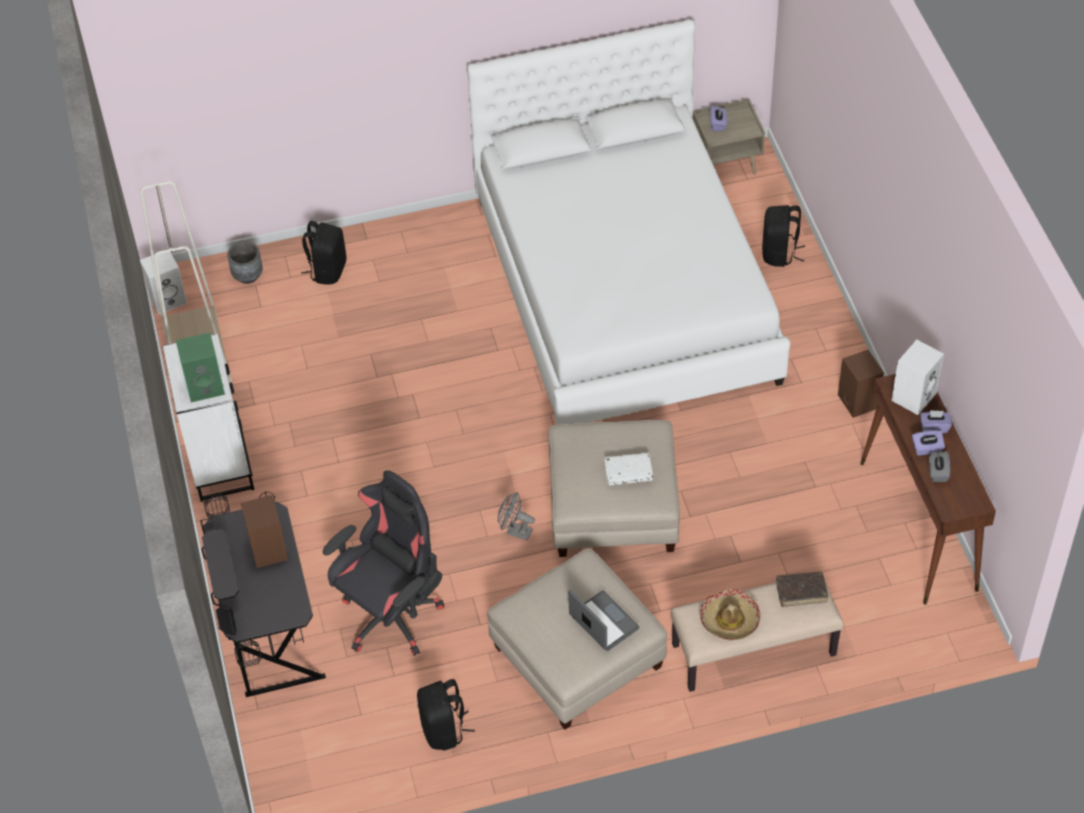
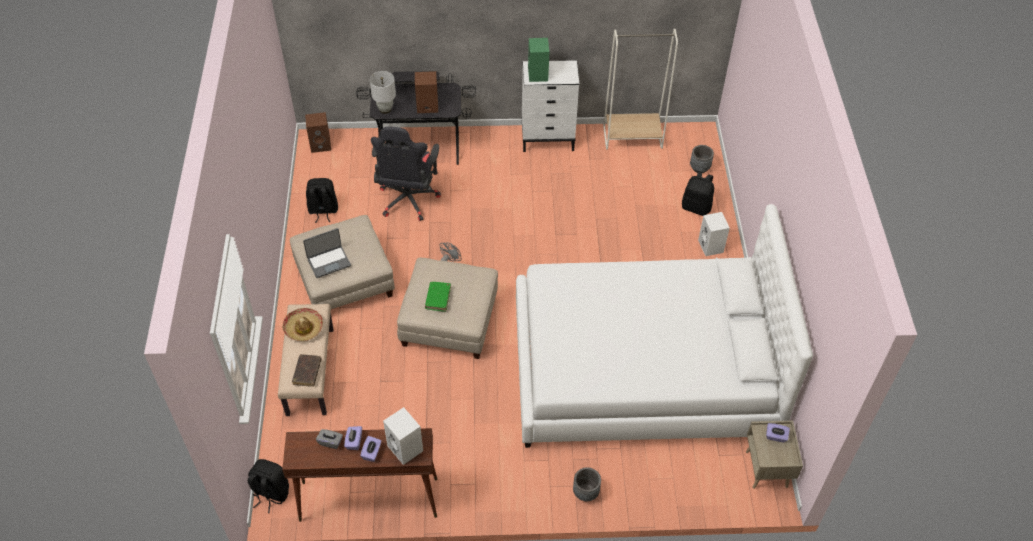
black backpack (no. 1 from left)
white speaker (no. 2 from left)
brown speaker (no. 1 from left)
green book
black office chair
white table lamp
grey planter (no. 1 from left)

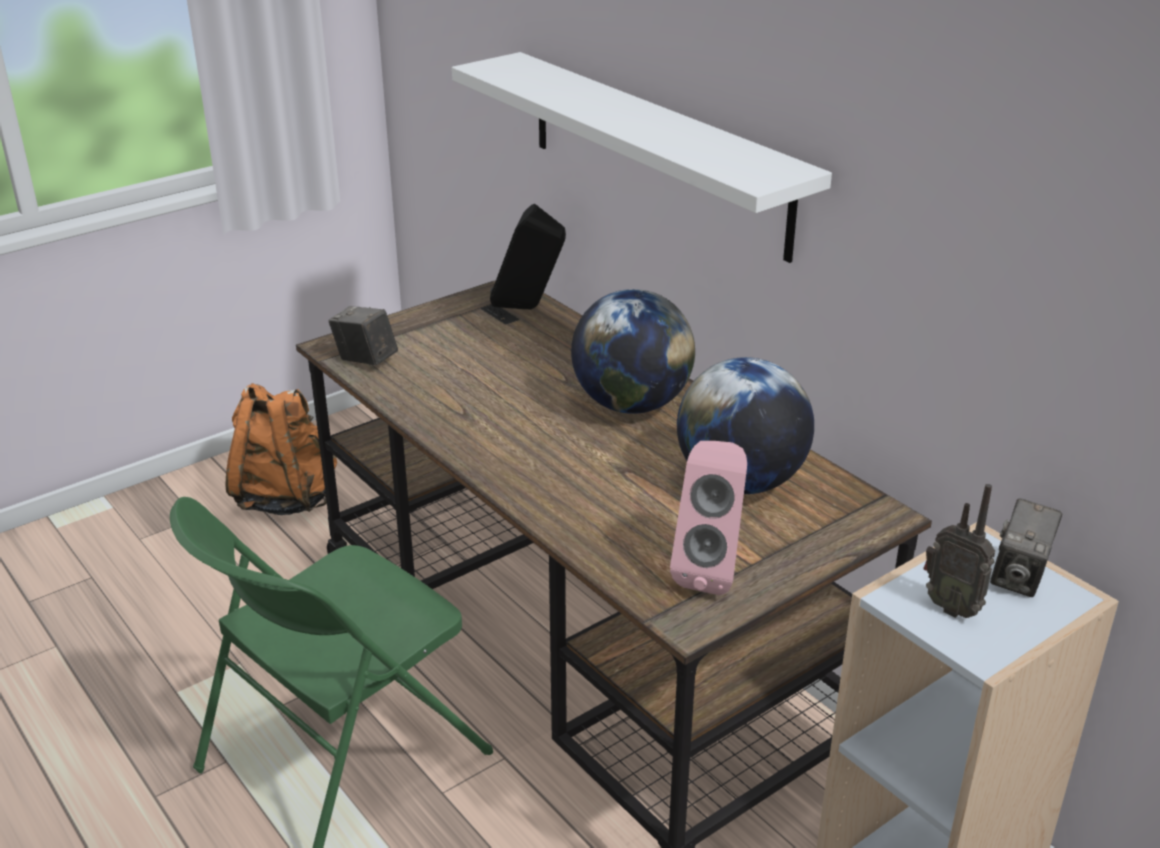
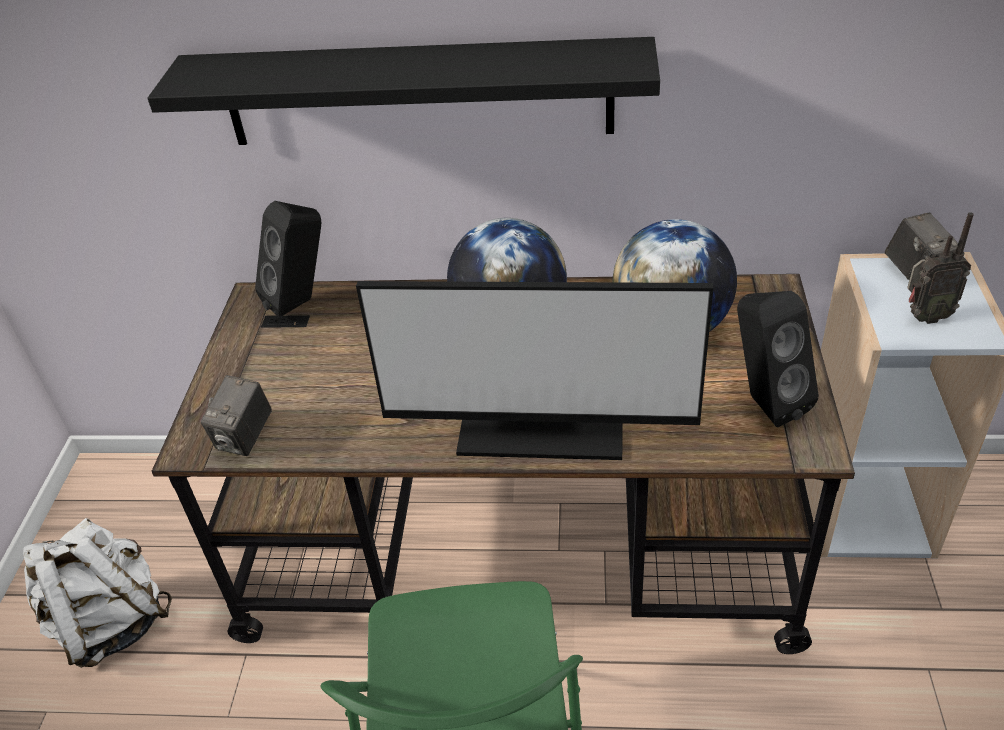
black shelf
photo camera (no. 1 from left)
white backpack
black speaker (no. 2 from left)
monitor

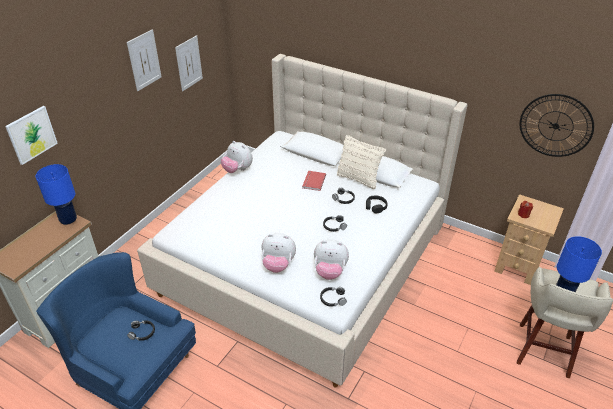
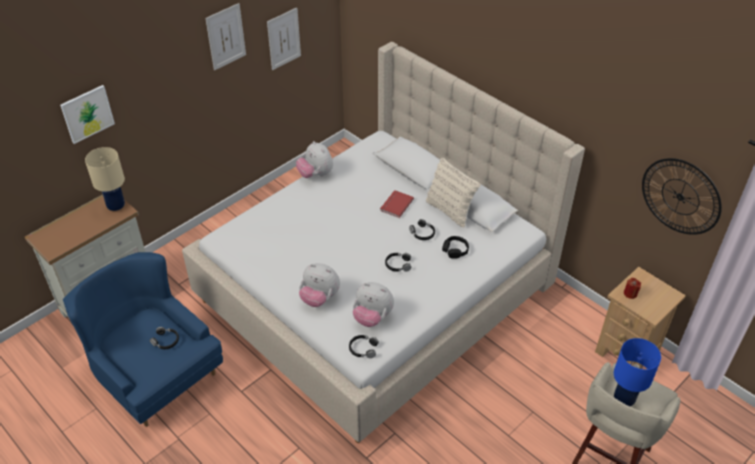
beige table lamp

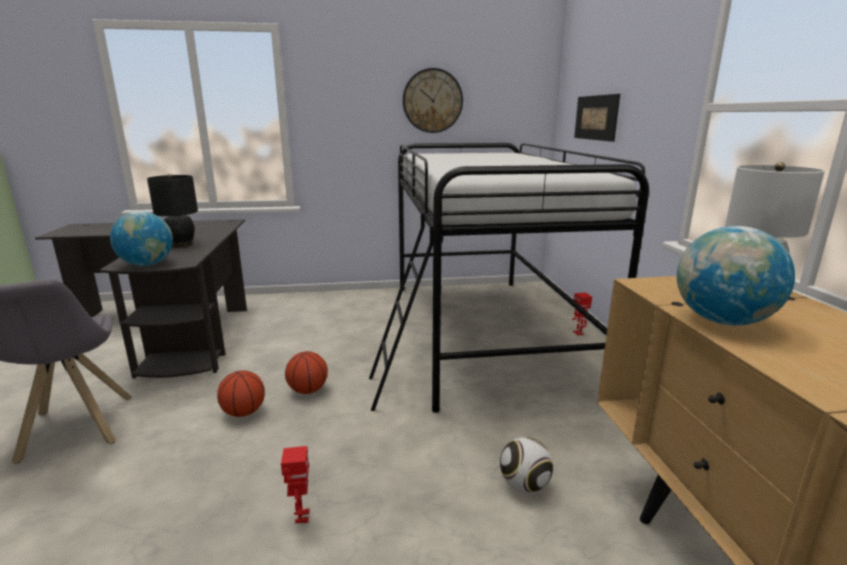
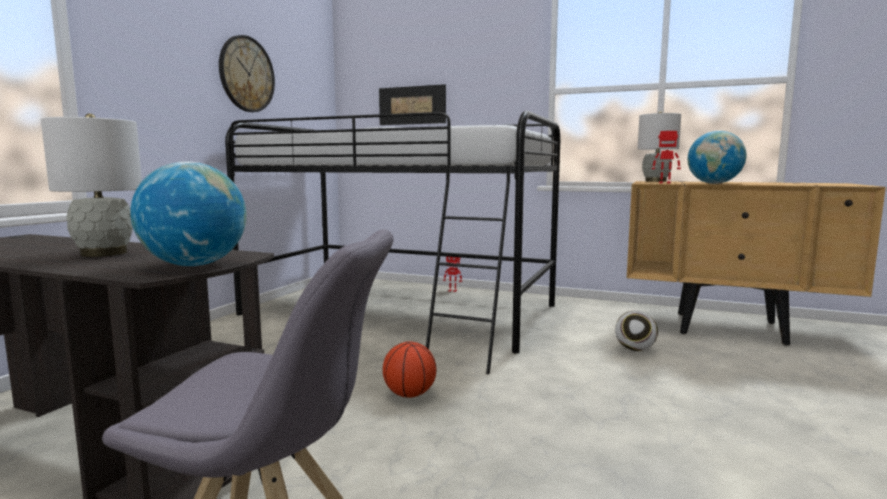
white table lamp (no. 1 from left)
basketball (no. 1 from left in the first image)
toy robot (no. 2 from left)

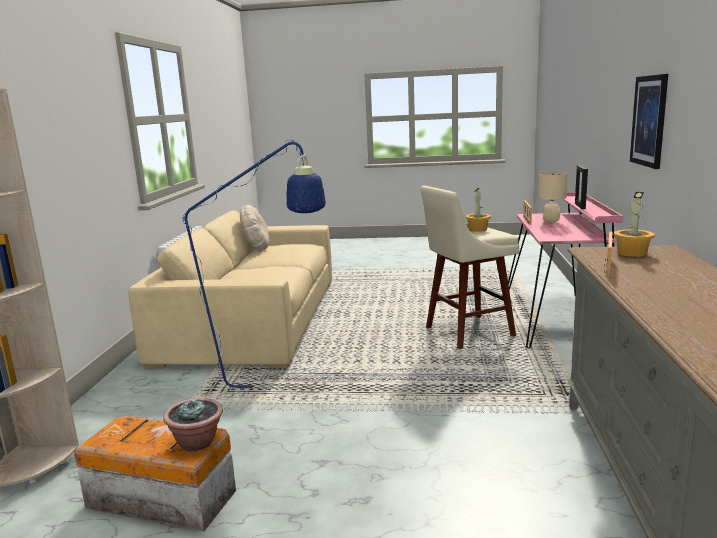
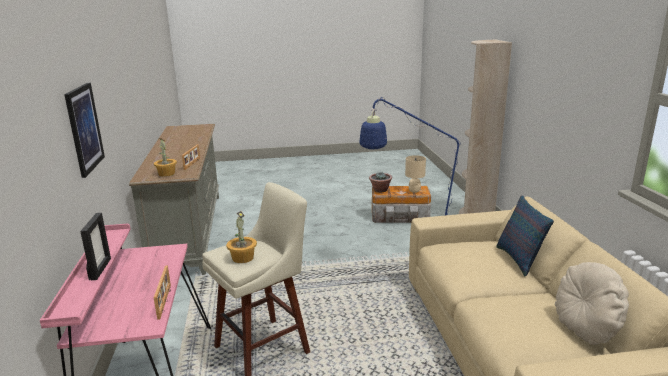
beige table lamp
blue pillow

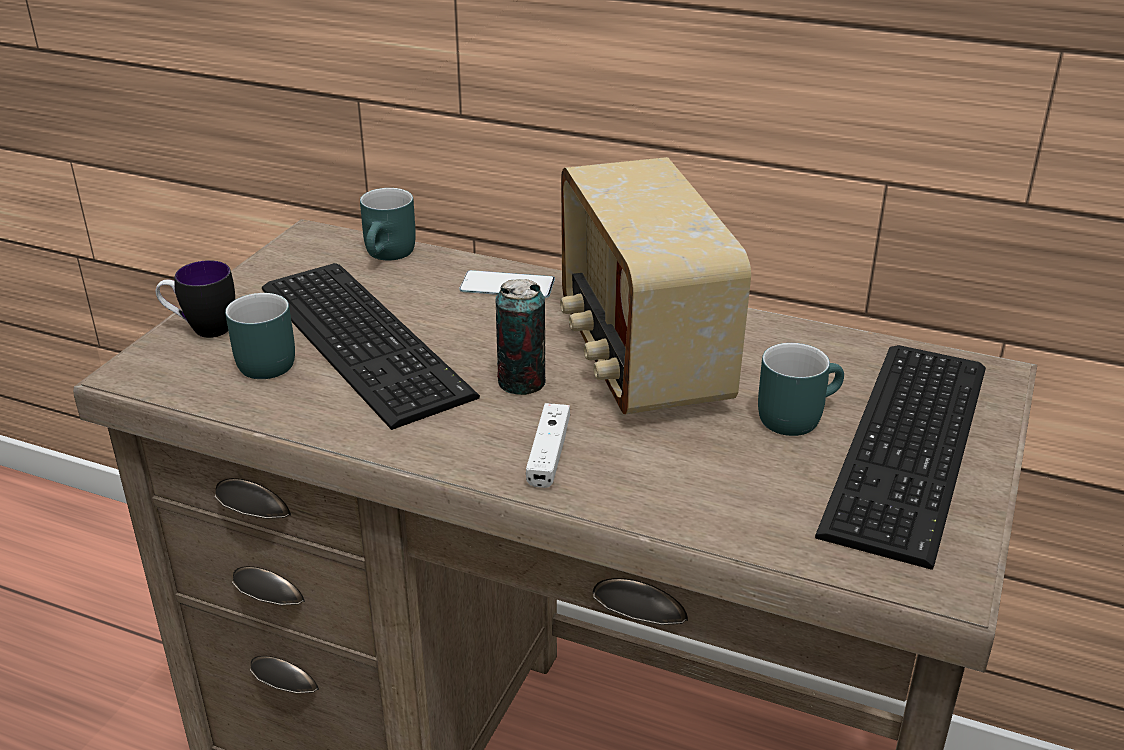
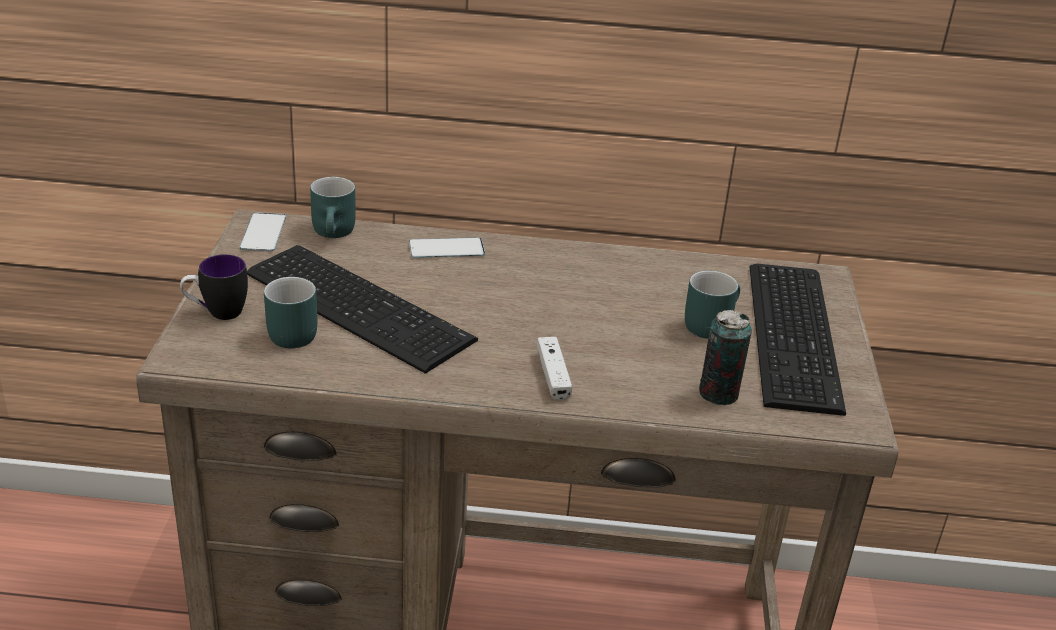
radio
can
phone (no. 1 from left)

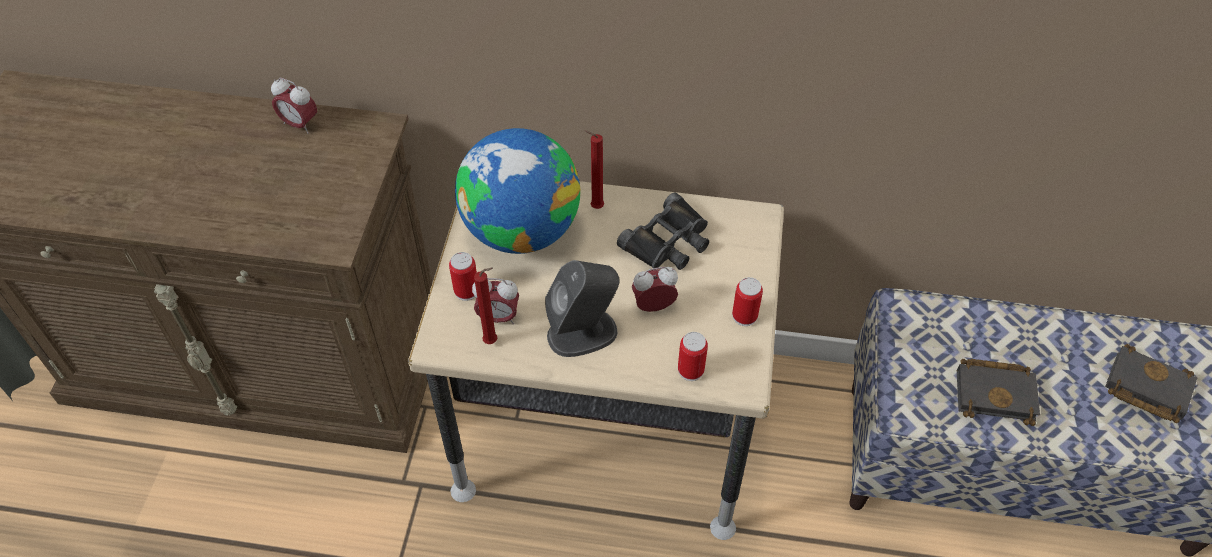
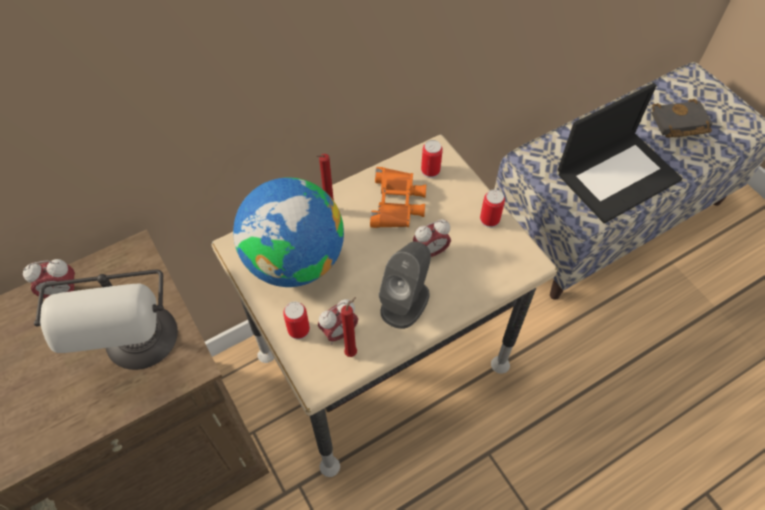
orange binoculars
alarm clock (no. 3 from left)
can (no. 2 from left)
laptop
table lamp

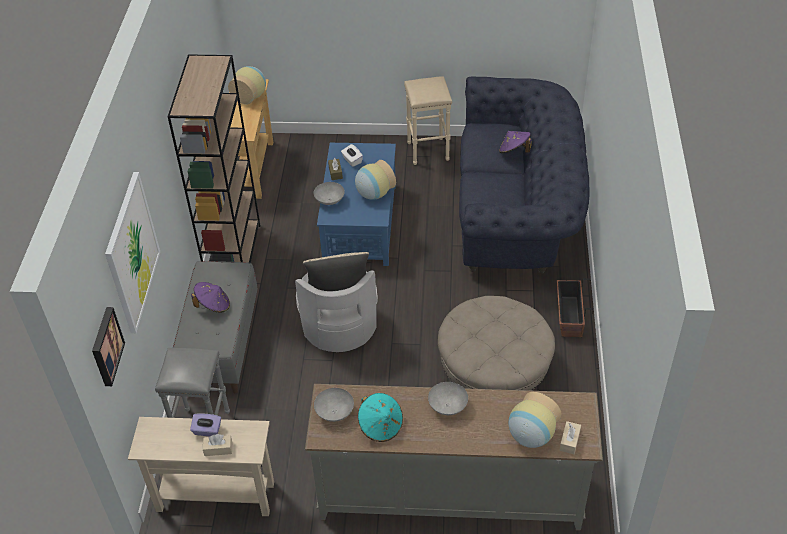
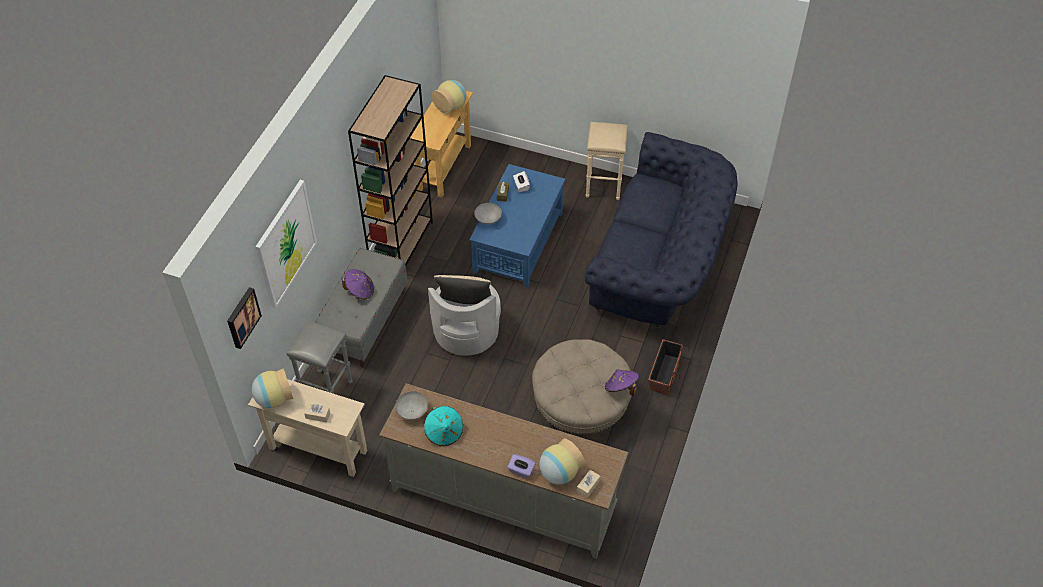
purple hat (no. 2 from left)
vase (no. 1 from left)
grey bowl (no. 3 from left in the first image)
purple tissue box

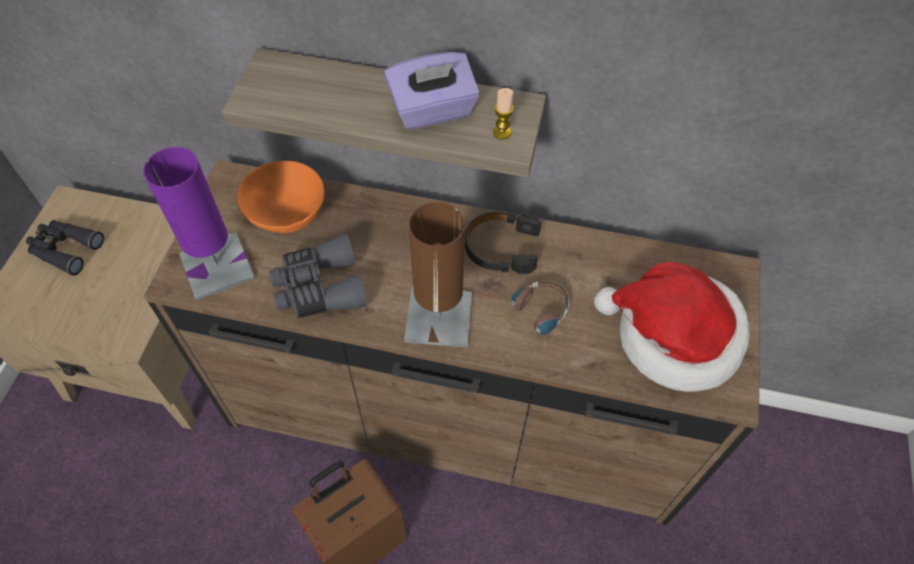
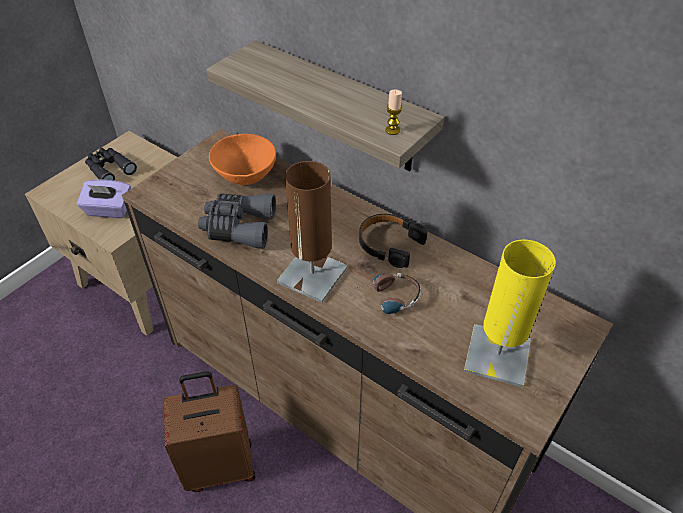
purple tissue box
purple table lamp
yellow table lamp

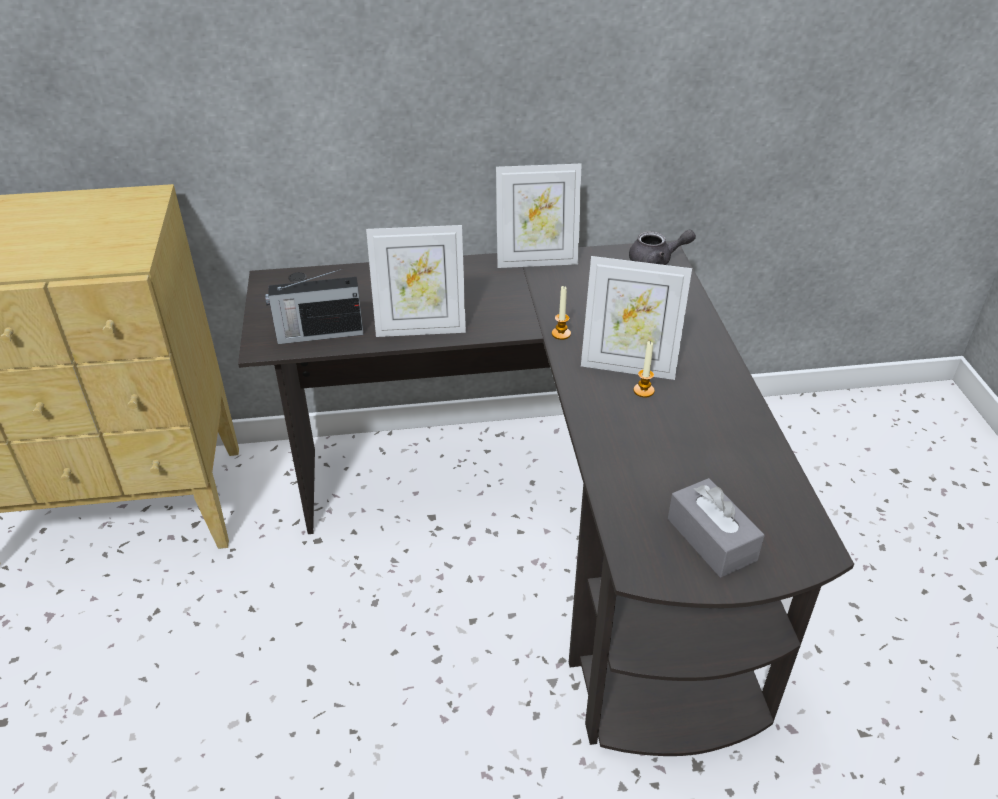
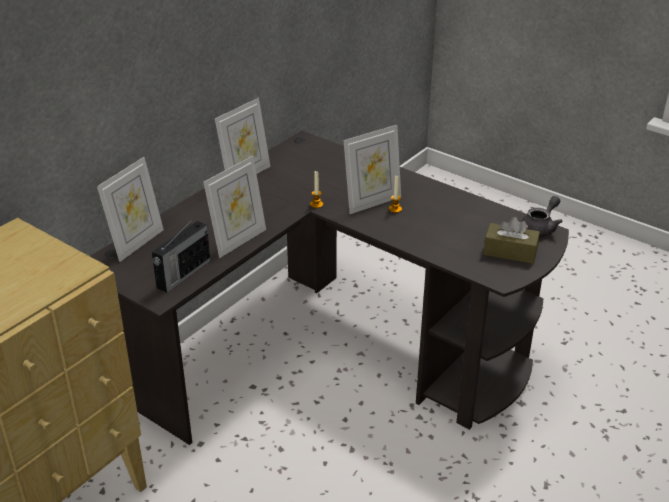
grey teapot
brown tissue box
picture frame (no. 1 from left)

